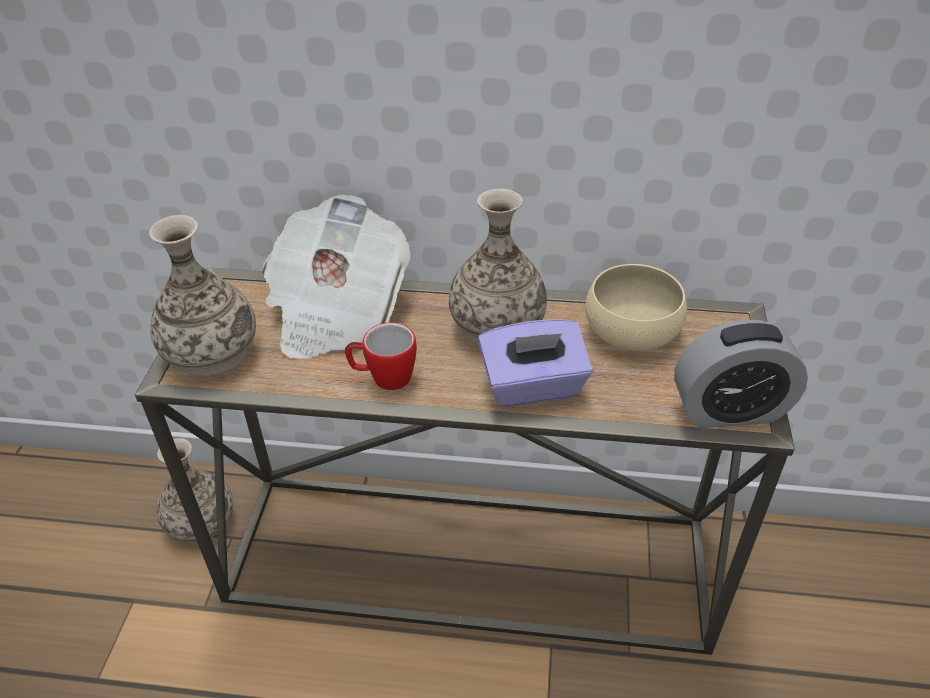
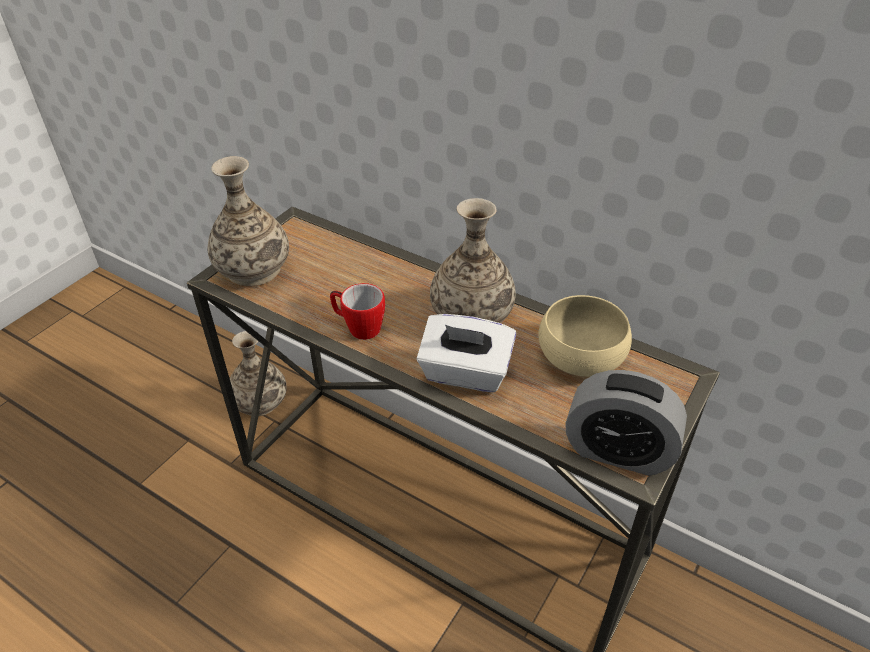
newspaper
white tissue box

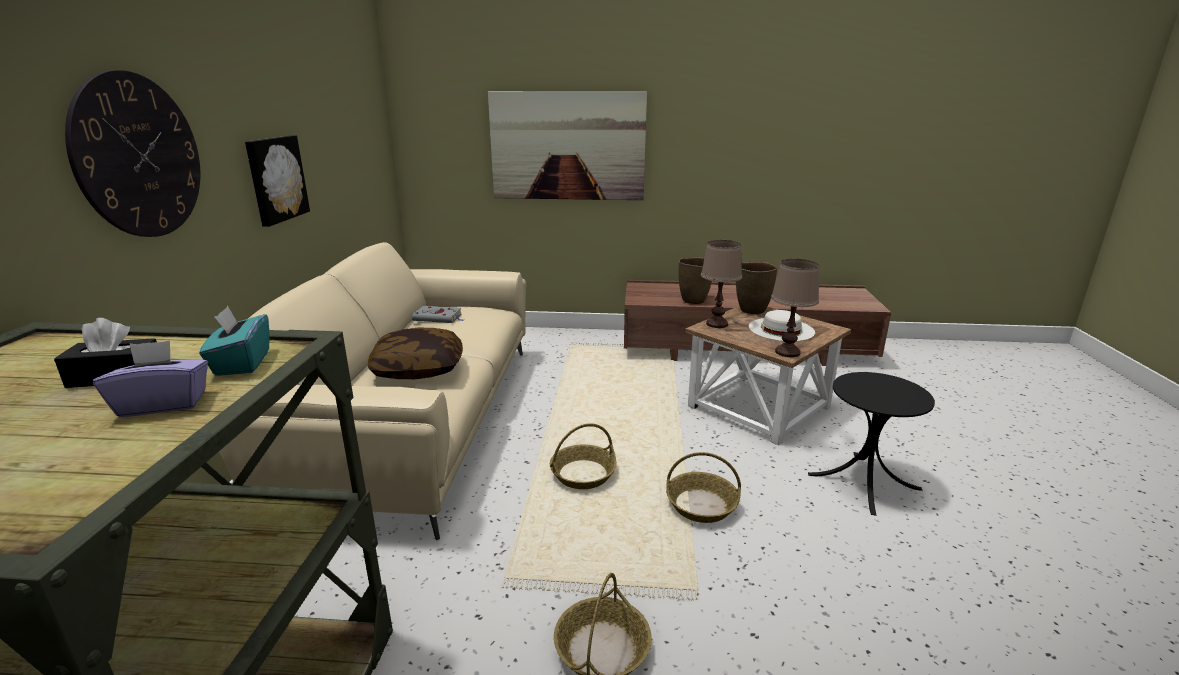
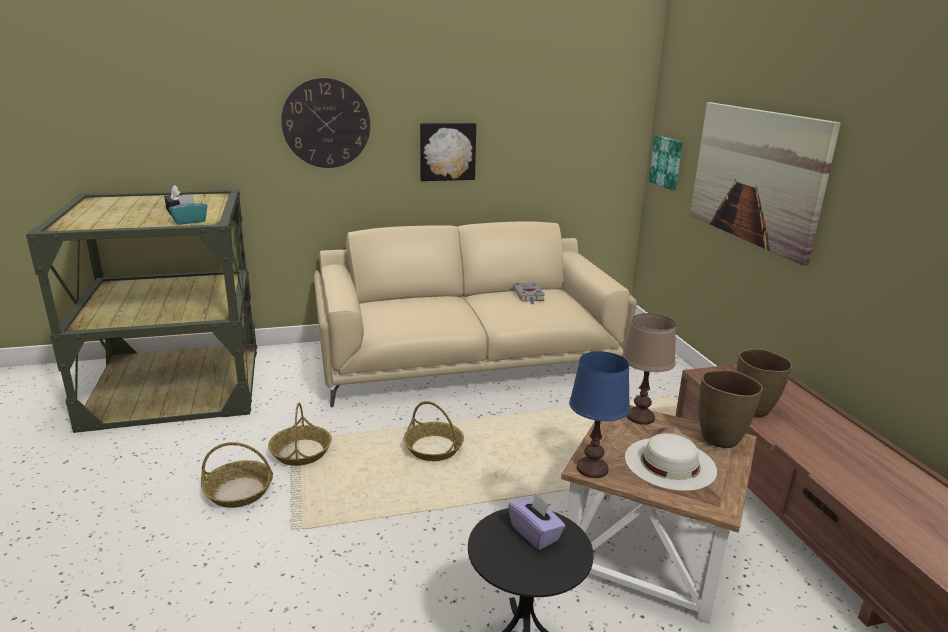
blue table lamp
pillow
purple tissue box
basket (no. 2 from left)
picture (no. 2 from left)

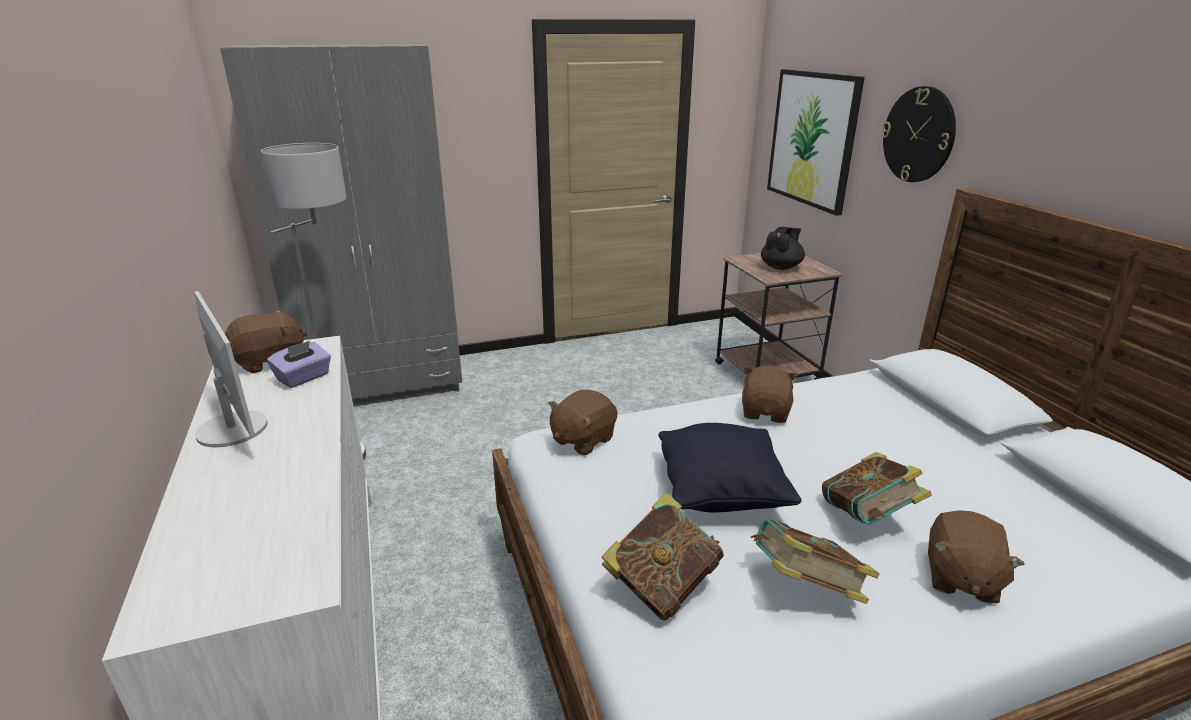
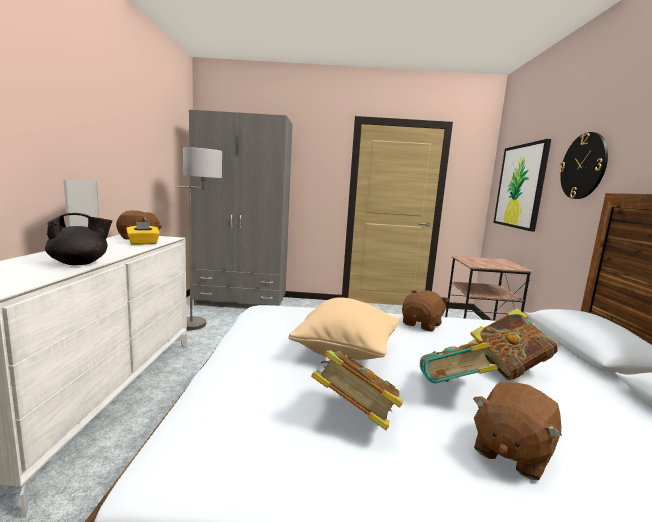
black teapot
yellow tissue box
brown plush toy (no. 2 from left in the first image)
beige pillow
book (no. 3 from left)

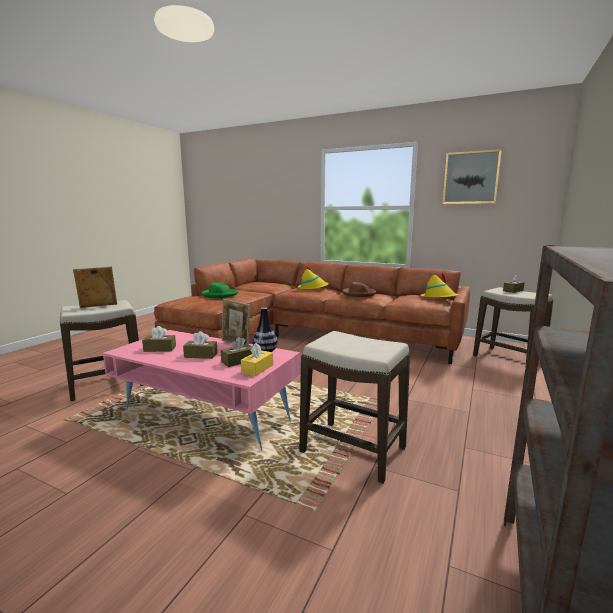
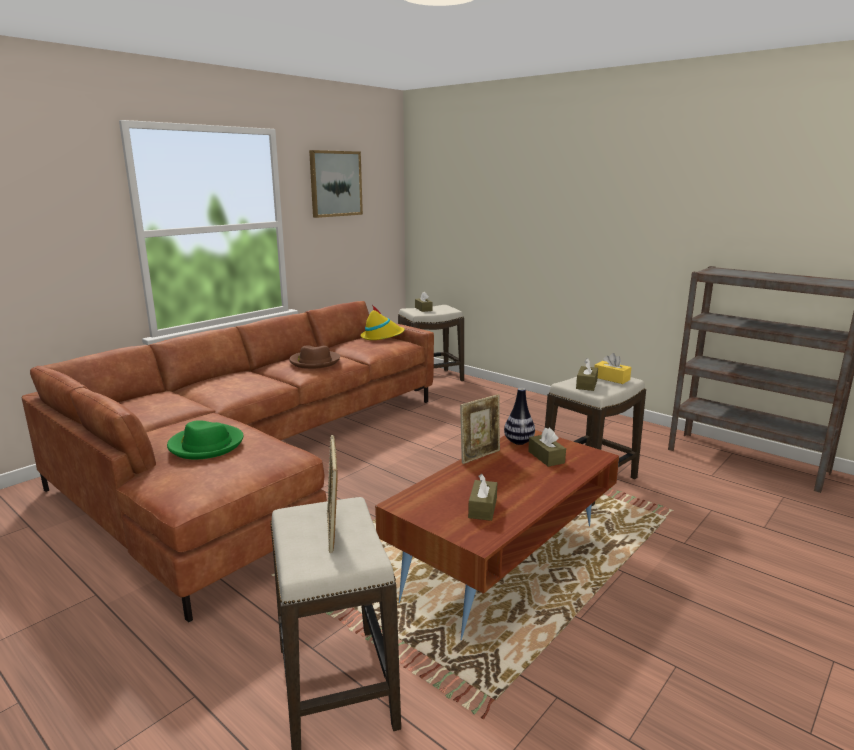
yellow hat (no. 1 from left in the first image)
brown coffee table
brown tissue box (no. 4 from left)
yellow tissue box

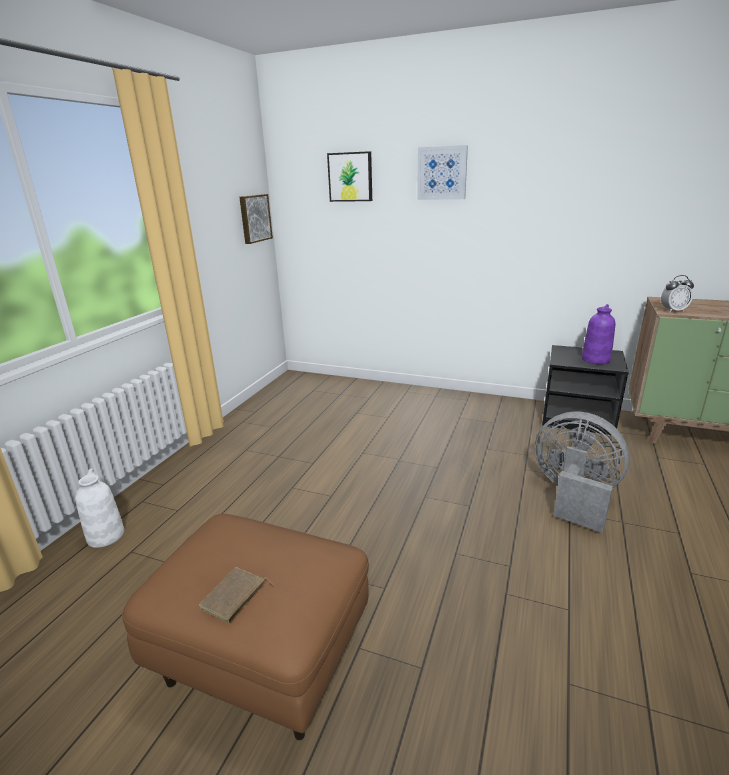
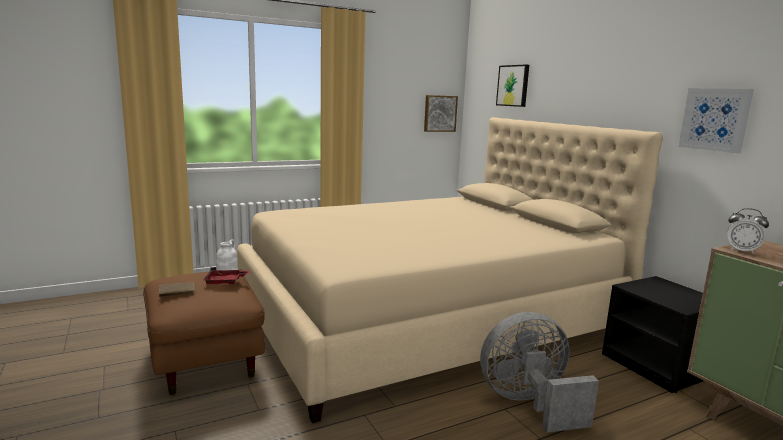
picture (no. 3 from left)
purple vase
grey fan
beige bed
red tray

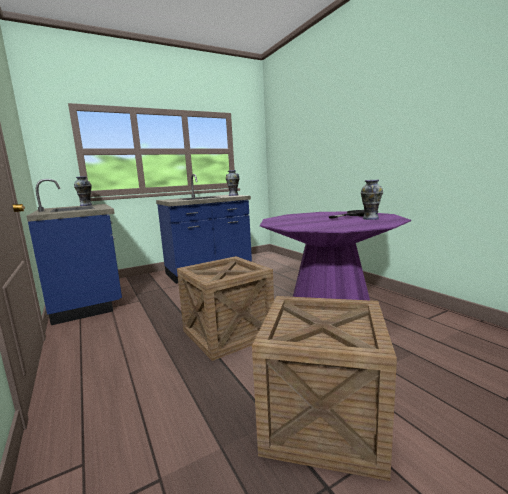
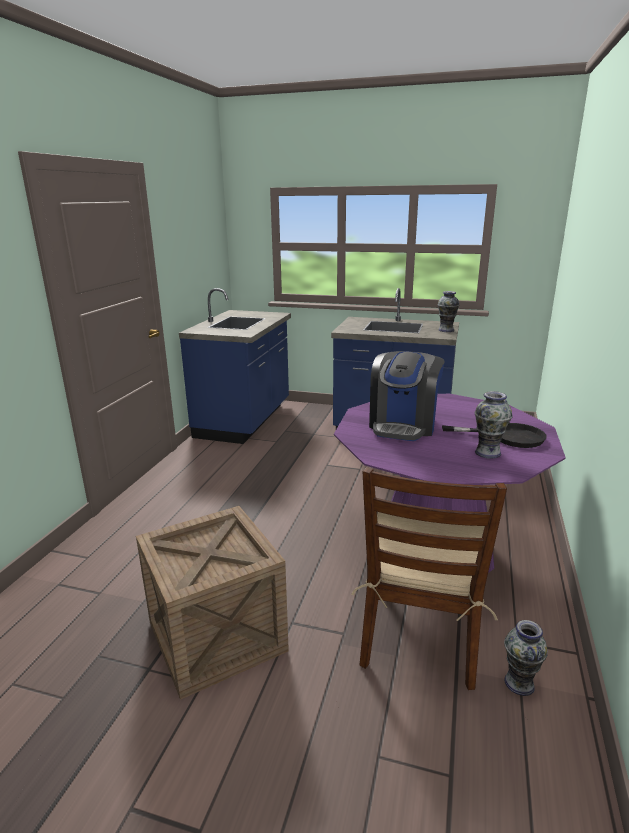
vase (no. 3 from left)
crate (no. 1 from left in the first image)
coffee machine
brown chair

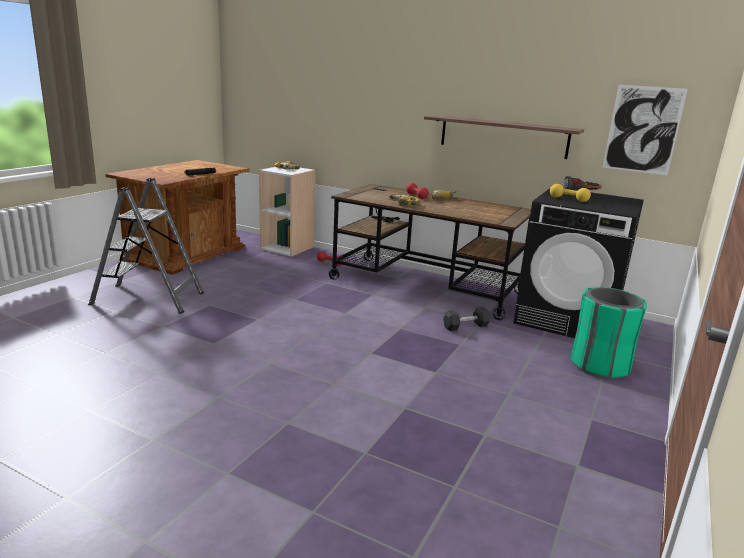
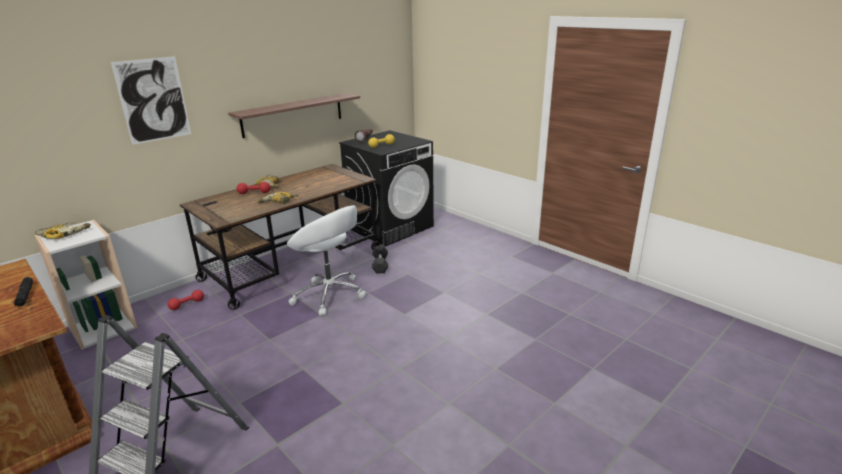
picture
green trash can
white office chair

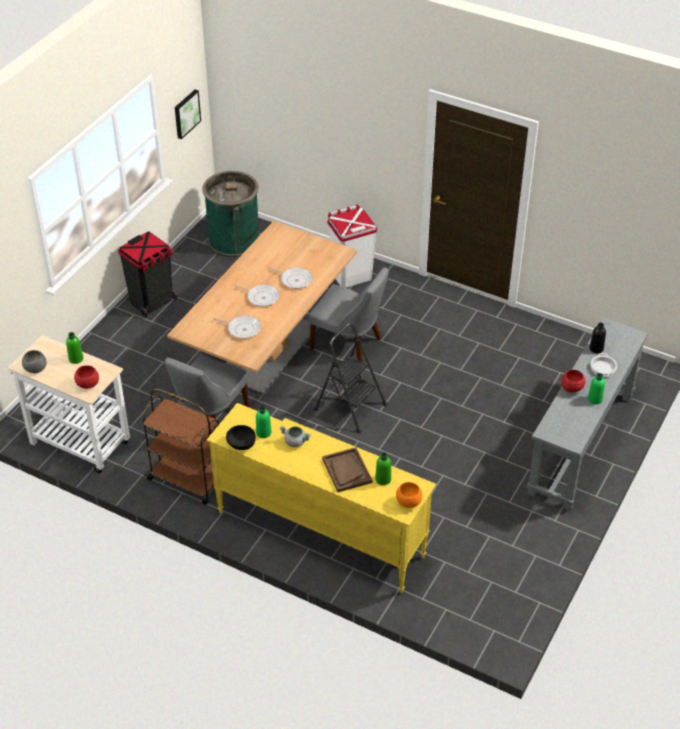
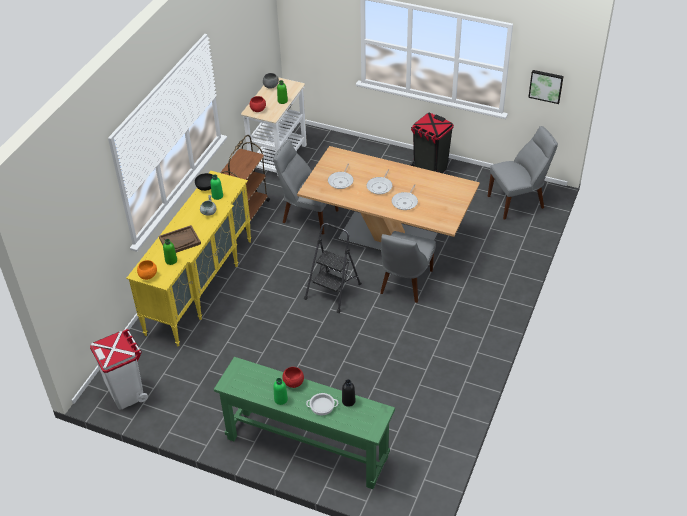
grey chair (no. 3 from left)
white trash can
green console table

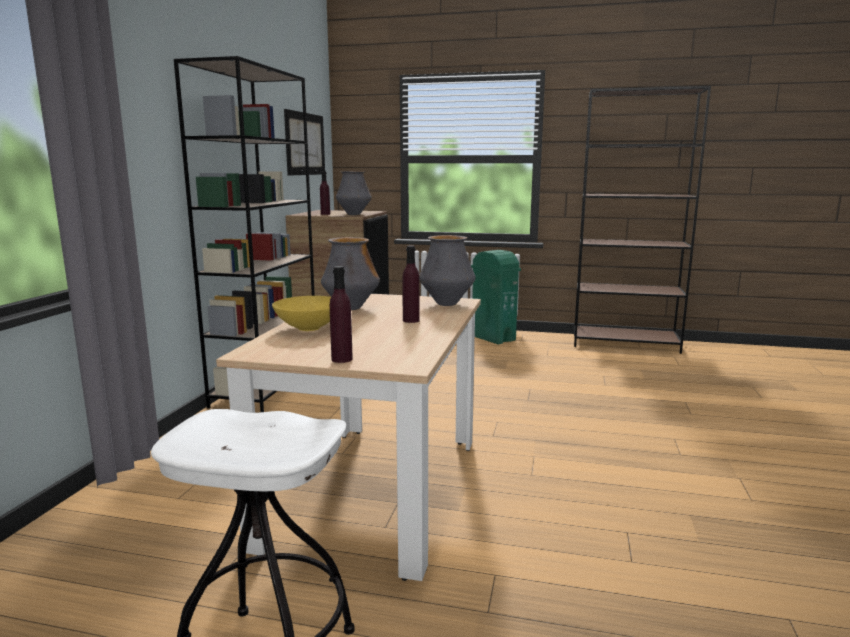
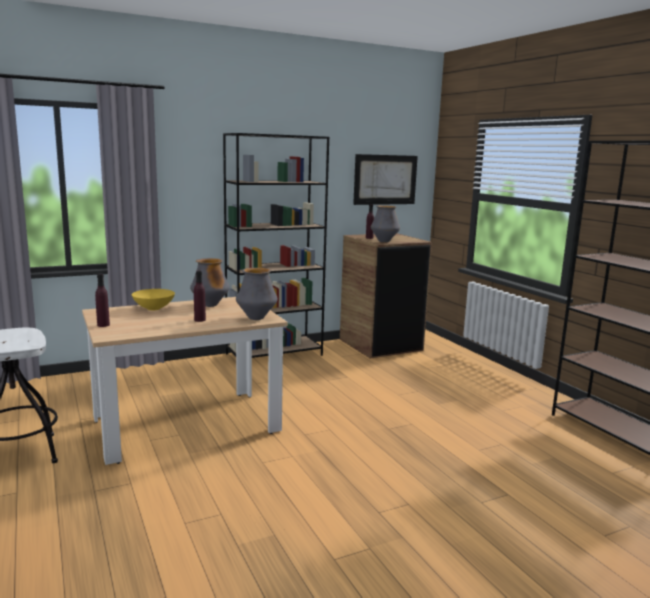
green trash can

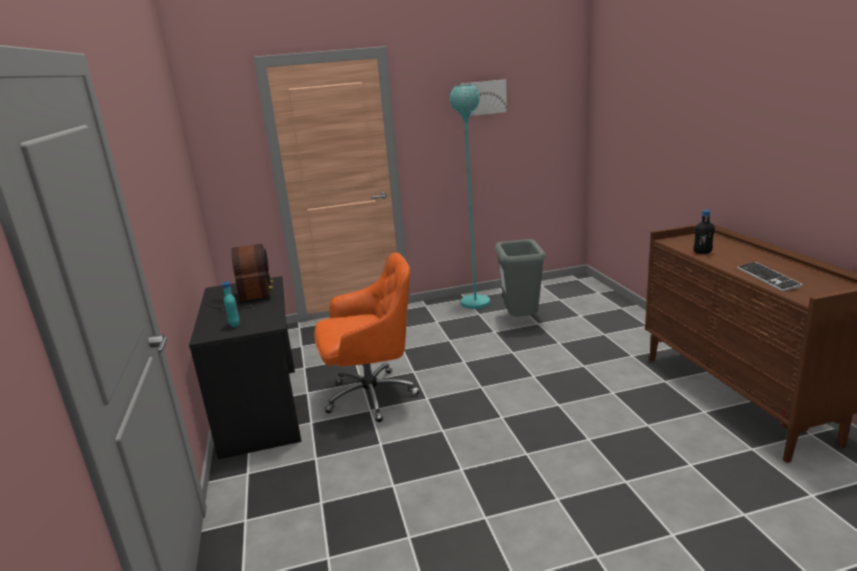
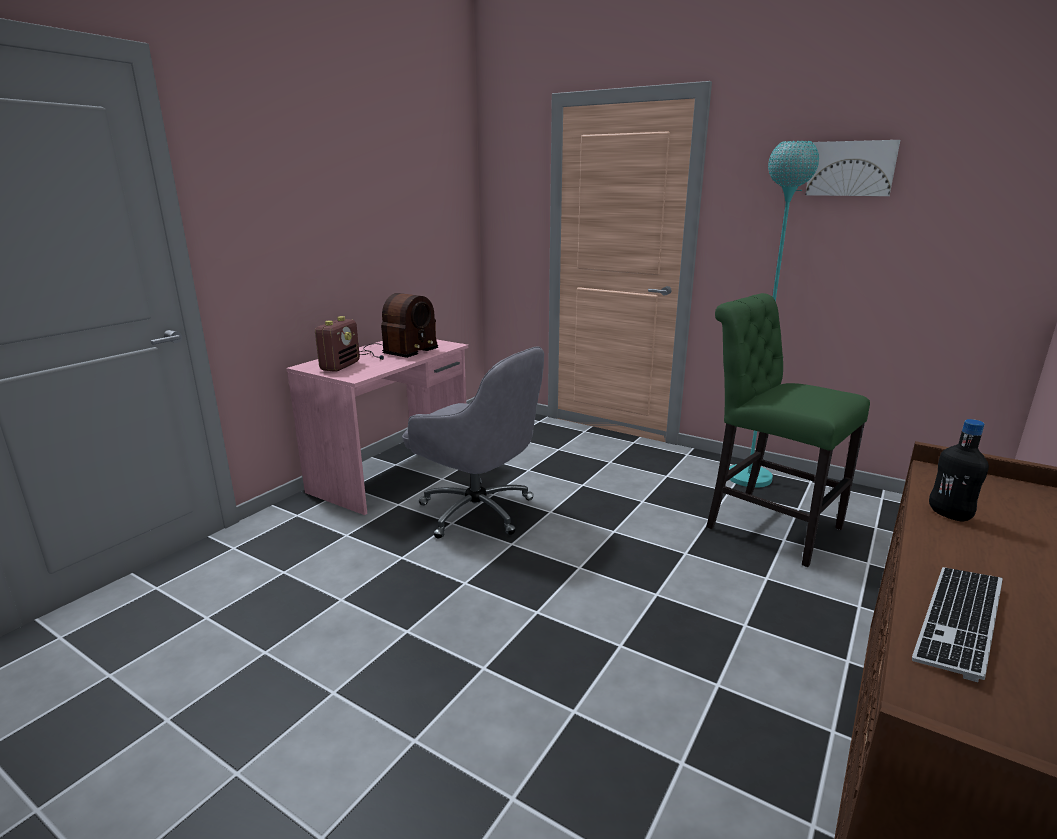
green stool
grey office chair
pink desk
radio (no. 1 from left)

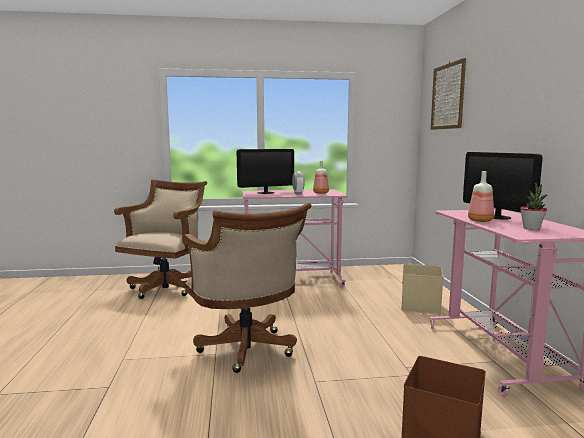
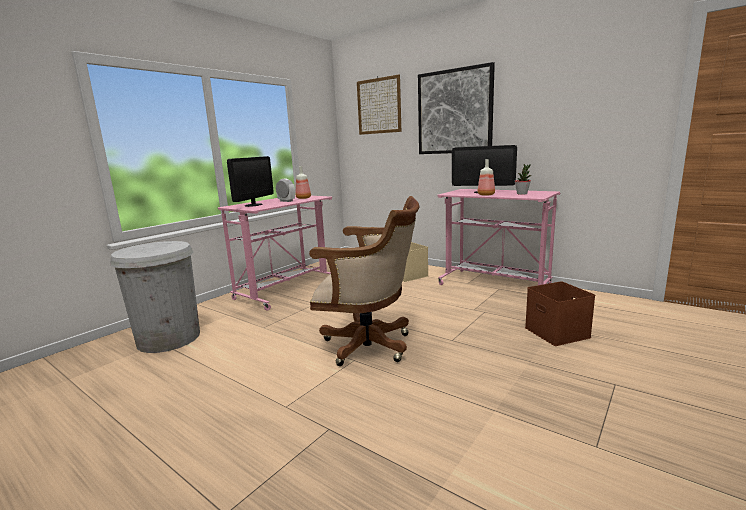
white trash can
picture (no. 2 from left)

